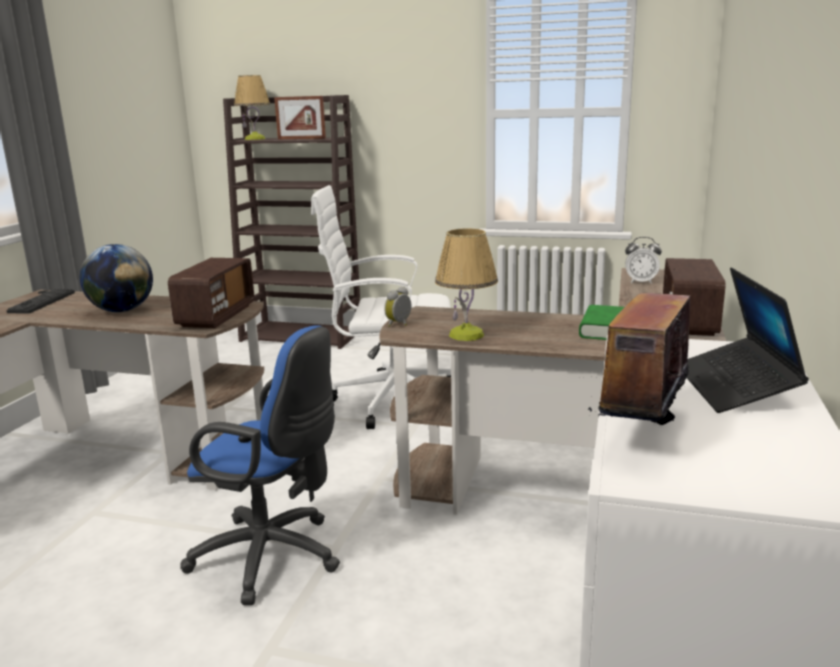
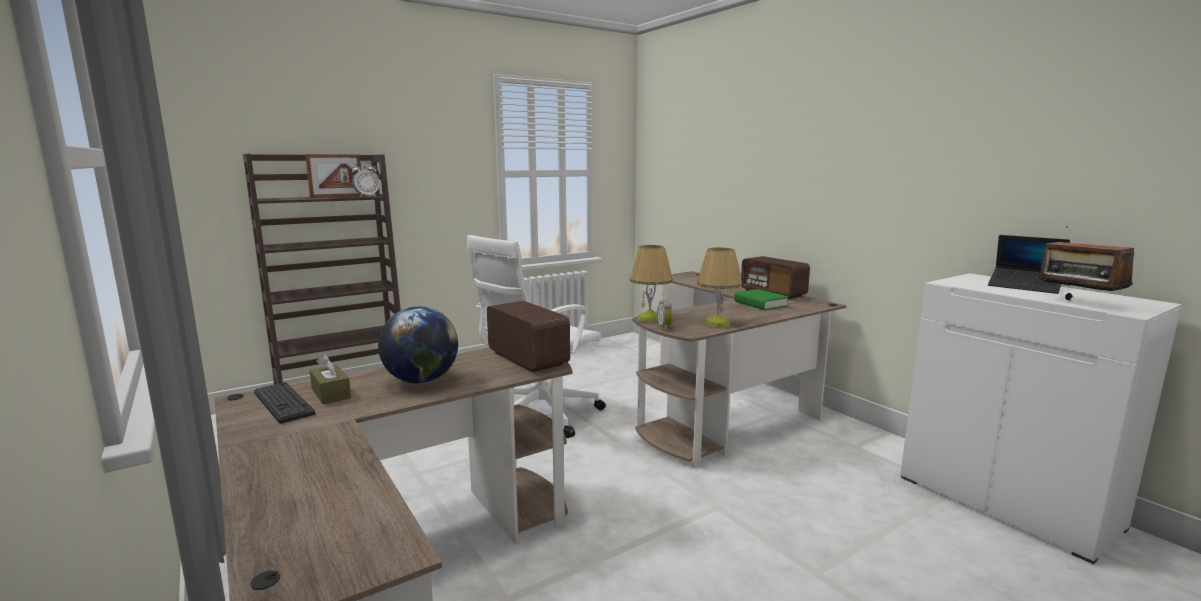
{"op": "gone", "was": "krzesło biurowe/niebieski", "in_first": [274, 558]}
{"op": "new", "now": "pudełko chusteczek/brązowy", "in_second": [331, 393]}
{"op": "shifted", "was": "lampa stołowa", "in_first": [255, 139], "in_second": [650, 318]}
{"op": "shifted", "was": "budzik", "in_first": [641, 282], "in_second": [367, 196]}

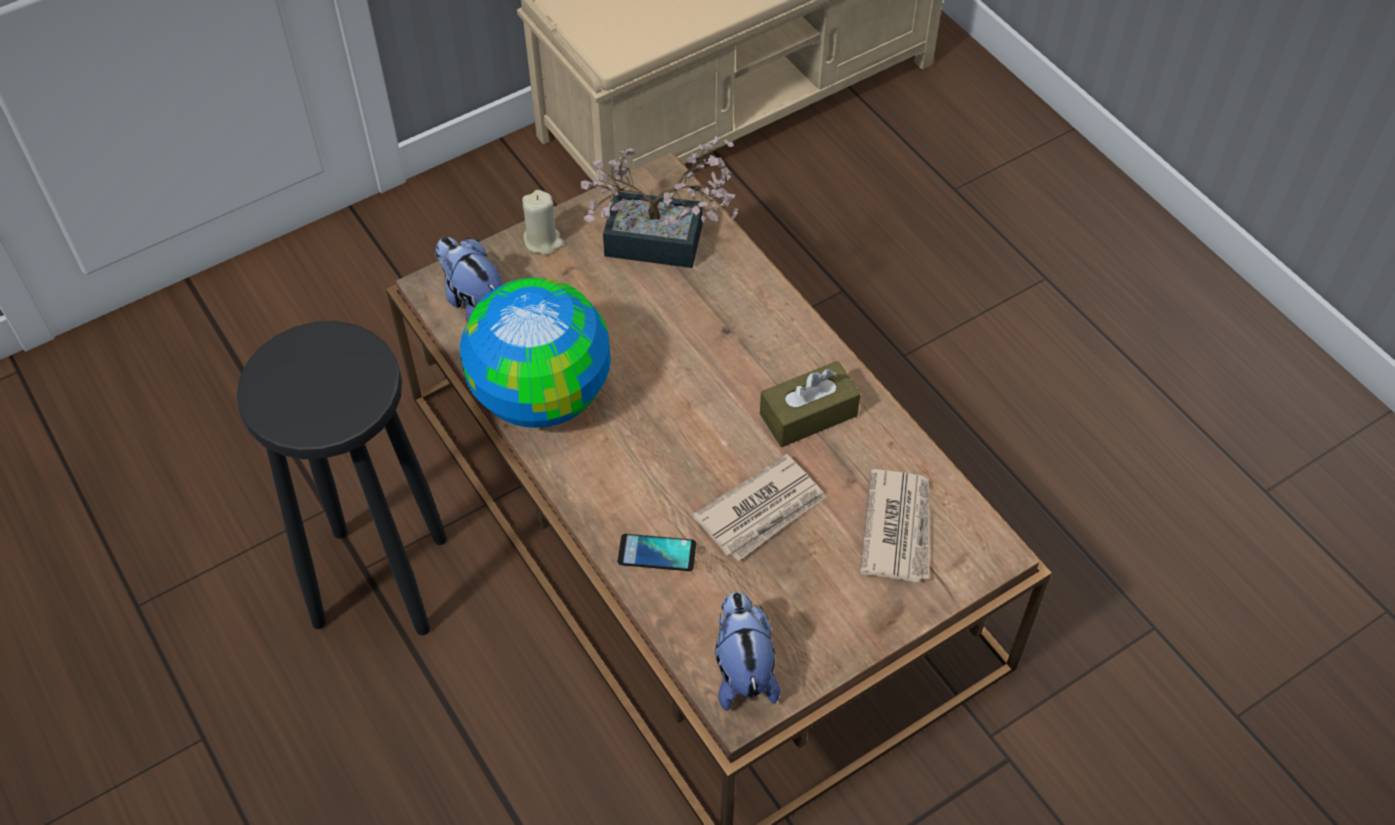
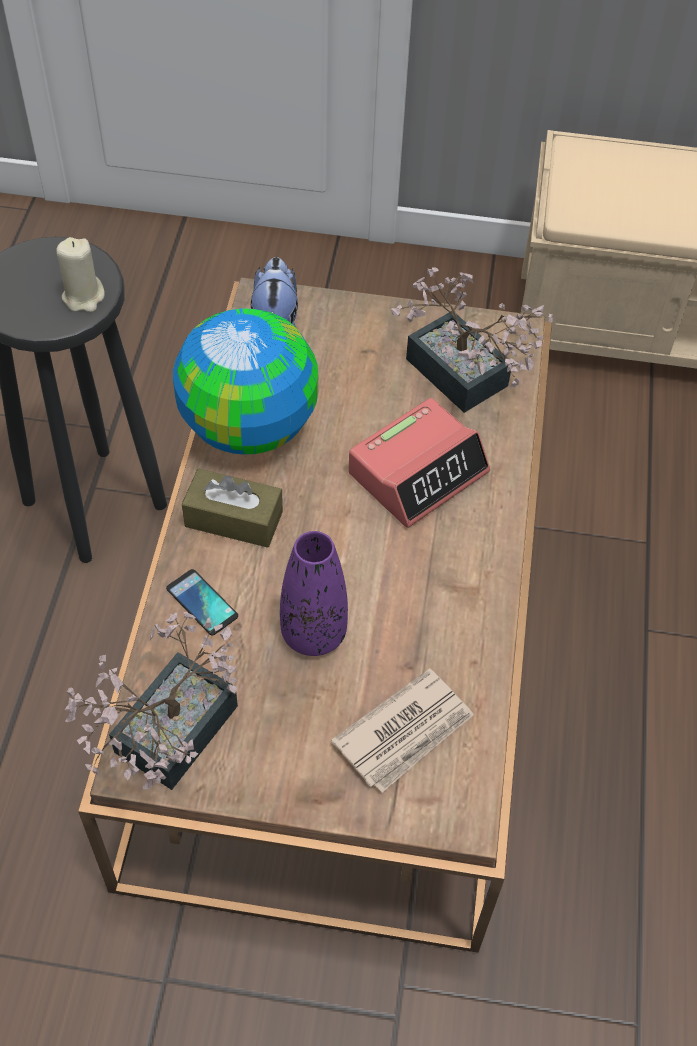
{"op": "new", "now": "budzik", "in_second": [418, 472]}
{"op": "shifted", "was": "świeca/beżowy", "in_first": [543, 241], "in_second": [83, 297]}
{"op": "shifted", "was": "pudełko chusteczek/brązowy", "in_first": [808, 415], "in_second": [234, 519]}
{"op": "swapped", "was": "gazeta", "now": "wazon/fioletowy", "in_first": [762, 511], "in_second": [313, 633]}
{"op": "swapped", "was": "pluszak", "now": "roślina doniczkowa", "in_first": [742, 670], "in_second": [165, 740]}

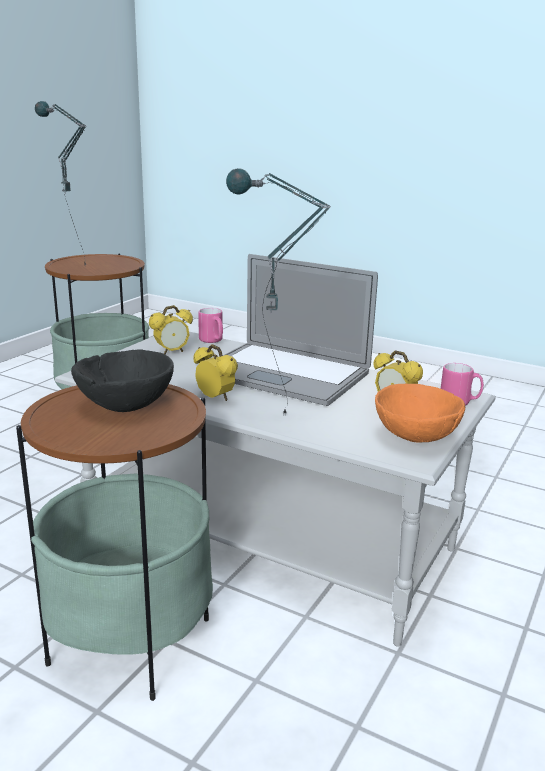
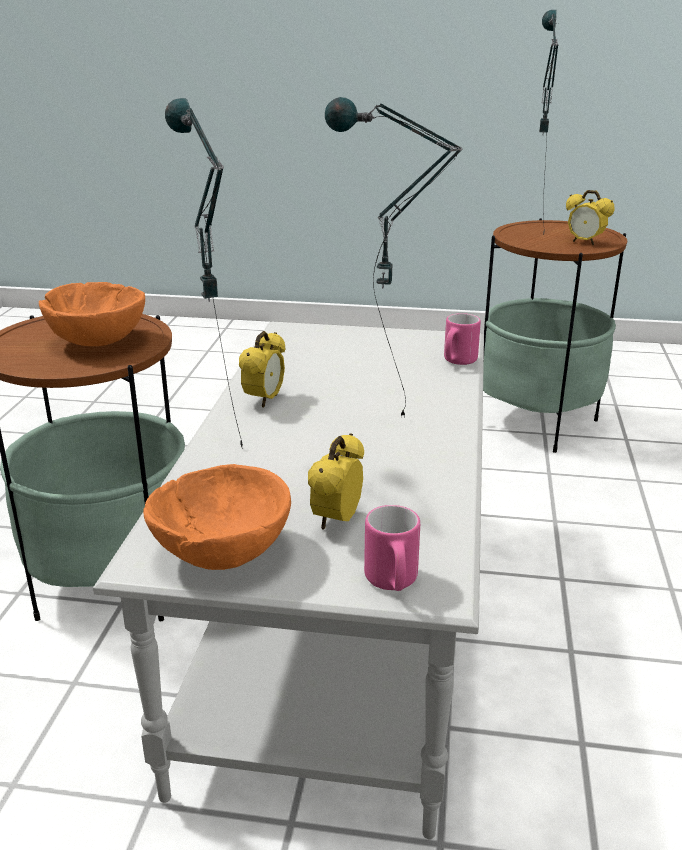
{"op": "shifted", "was": "budzik", "in_first": [172, 352], "in_second": [585, 242]}
{"op": "swapped", "was": "laptop", "now": "lampa stołowa", "in_first": [284, 373], "in_second": [385, 424]}
{"op": "repainted", "was": "miska/czarny", "now": "miska/pomarańczowy", "in_first": [125, 406], "in_second": [96, 341]}

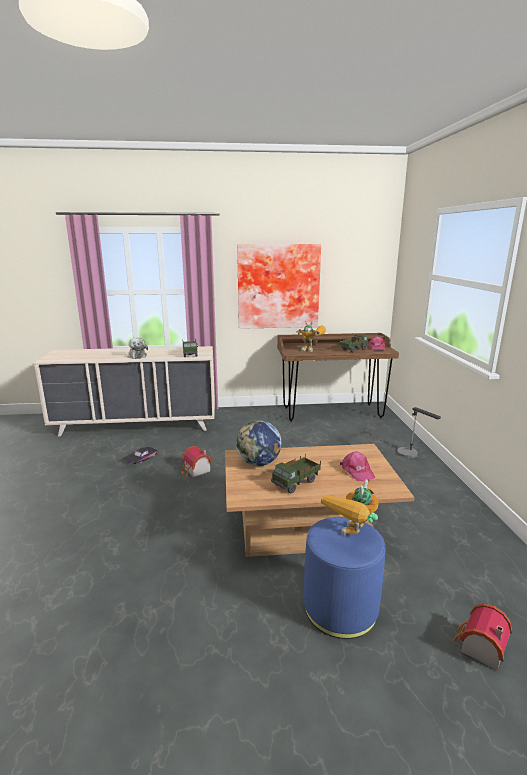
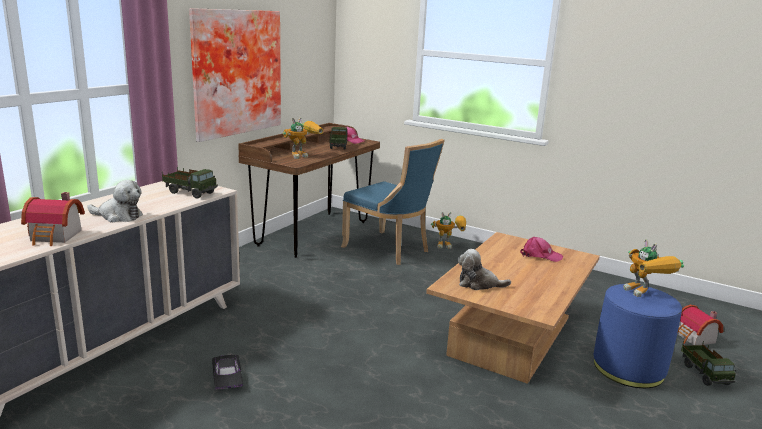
{"op": "new", "now": "krzesło/niebieski", "in_second": [389, 249]}
{"op": "shifted", "was": "domek", "in_first": [196, 471], "in_second": [56, 236]}
{"op": "shifted", "was": "ciężarówka zabawkowa", "in_first": [296, 483], "in_second": [704, 374]}
{"op": "swapped", "was": "globus", "now": "pluszak", "in_first": [258, 463], "in_second": [478, 284]}
{"op": "swapped", "was": "lampa stołowa", "now": "robot zabawkowy", "in_first": [411, 456], "in_second": [449, 246]}

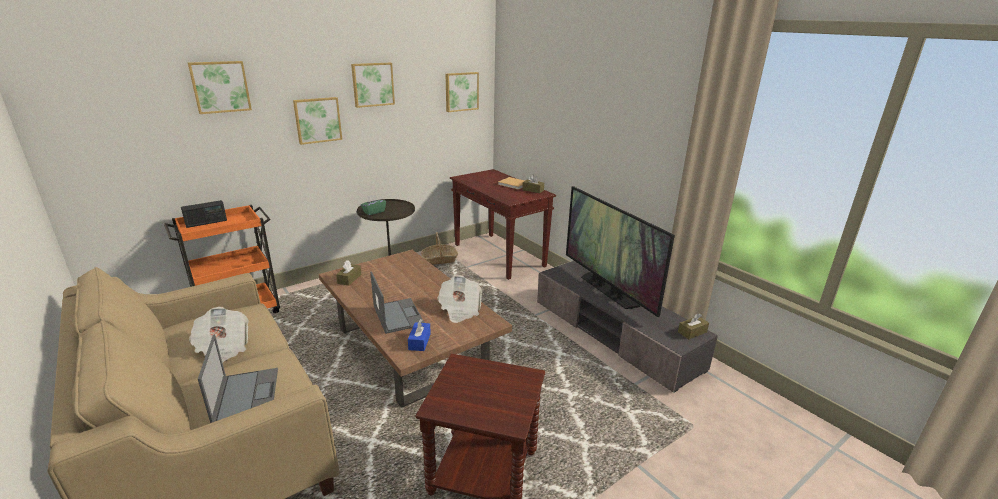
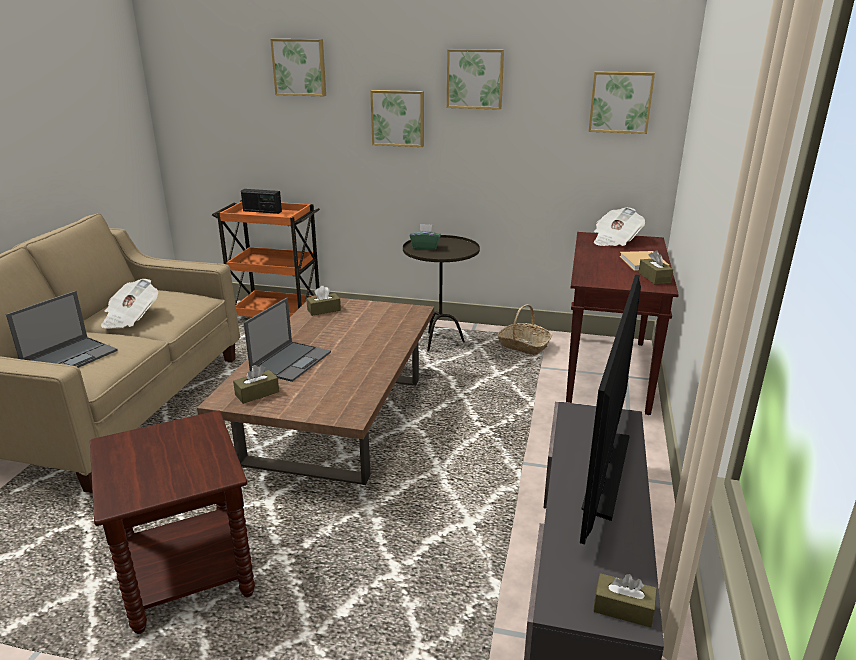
{"op": "shifted", "was": "gazeta", "in_first": [460, 310], "in_second": [615, 240]}
{"op": "repainted", "was": "pudełko chusteczek/niebieski", "now": "pudełko chusteczek/brązowy", "in_first": [419, 341], "in_second": [257, 393]}

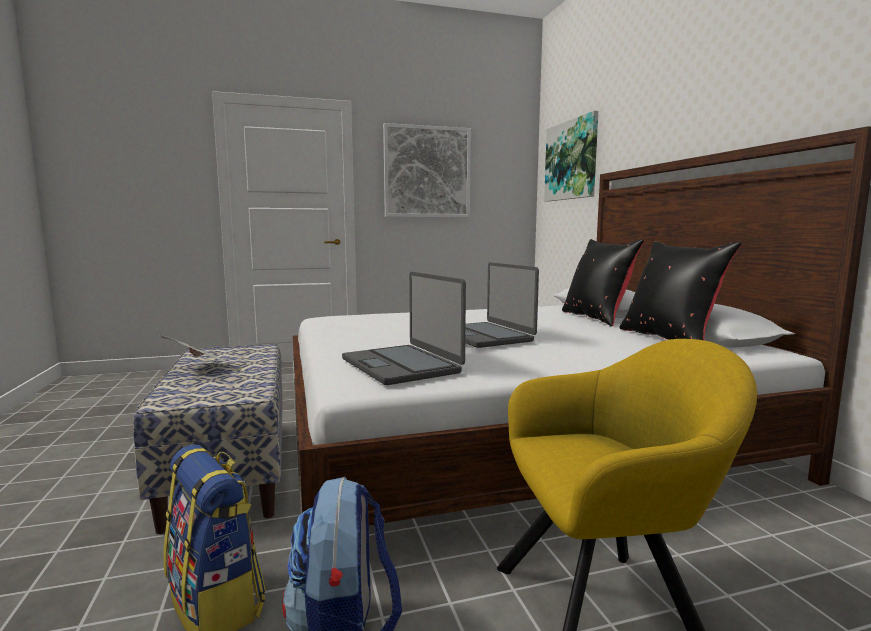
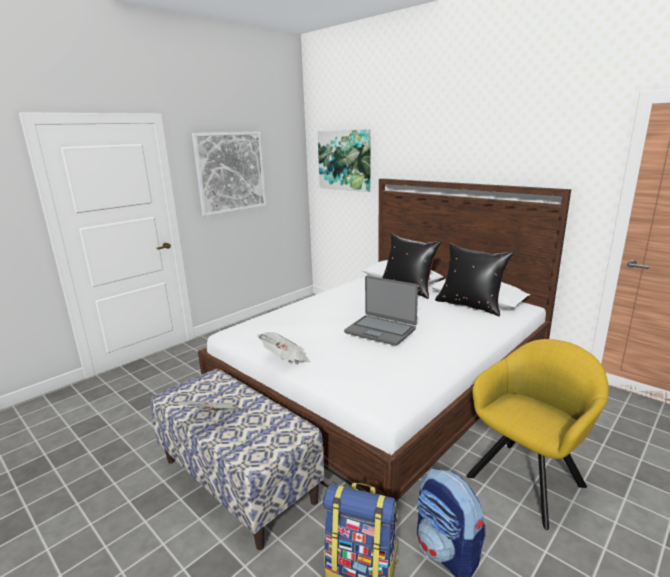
{"op": "gone", "was": "laptop", "in_first": [402, 365]}
{"op": "new", "now": "gazeta", "in_second": [285, 359]}

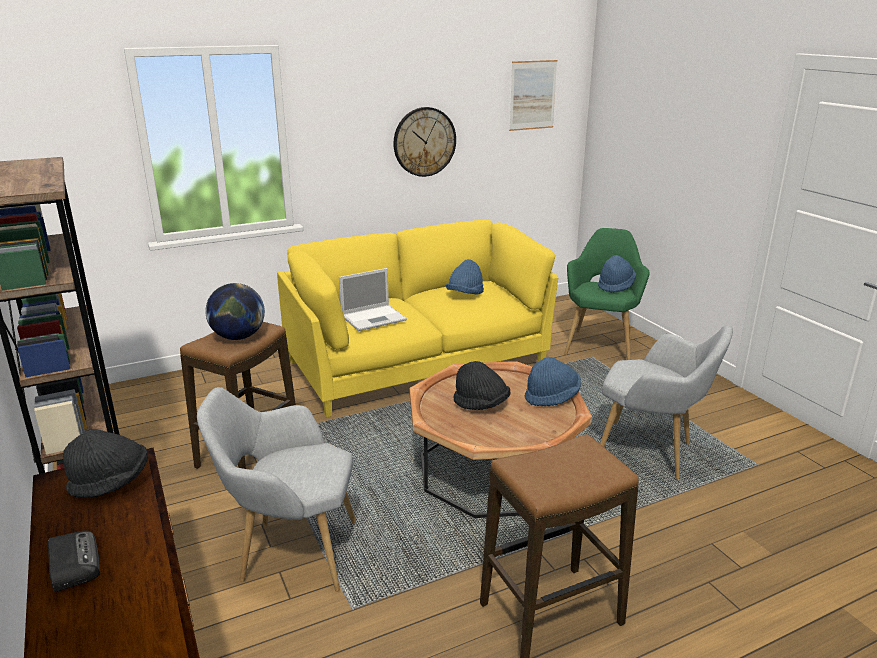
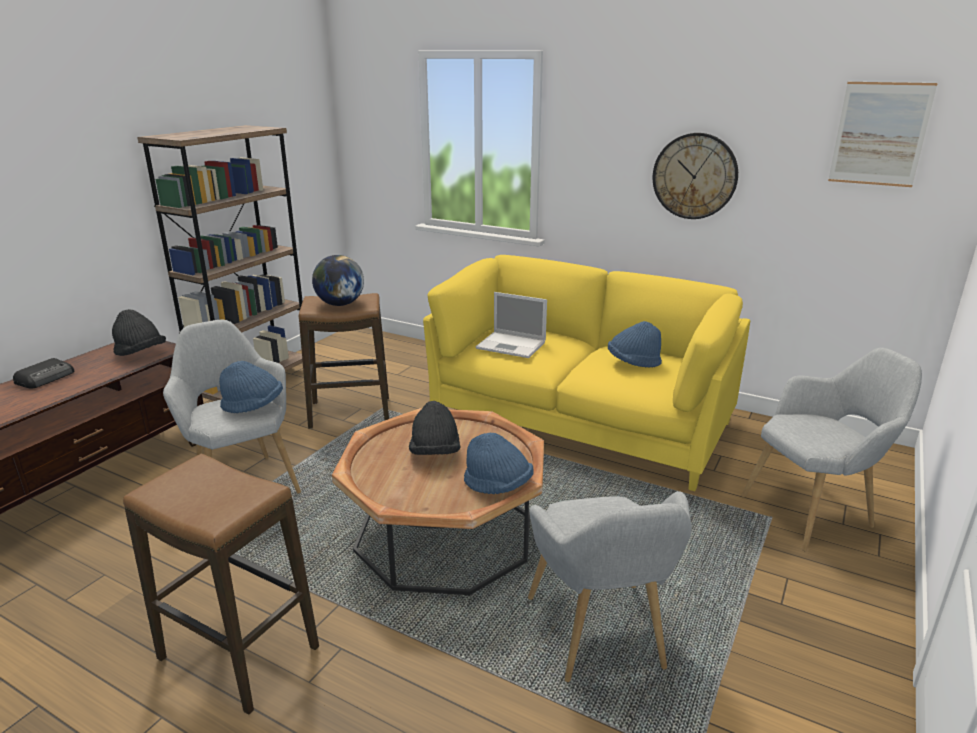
{"op": "shifted", "was": "kapelusz/niebieski", "in_first": [615, 286], "in_second": [253, 406]}
{"op": "repainted", "was": "fotel/zielony", "now": "fotel/szary", "in_first": [600, 344], "in_second": [815, 512]}

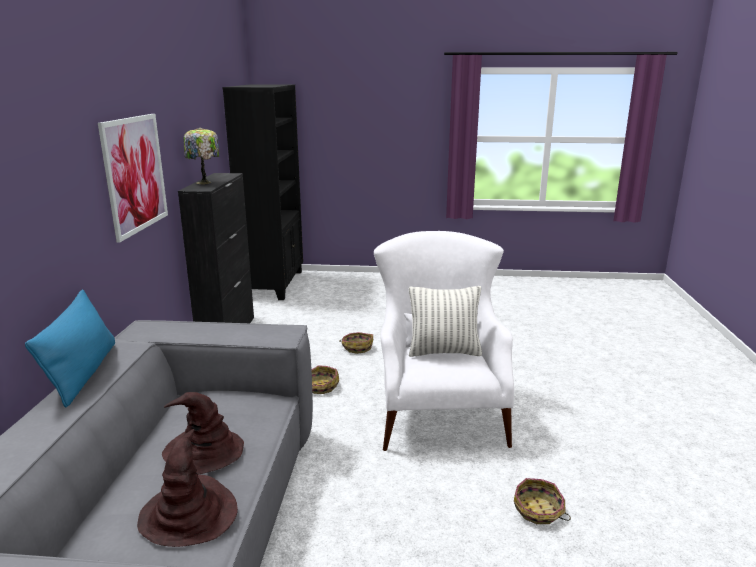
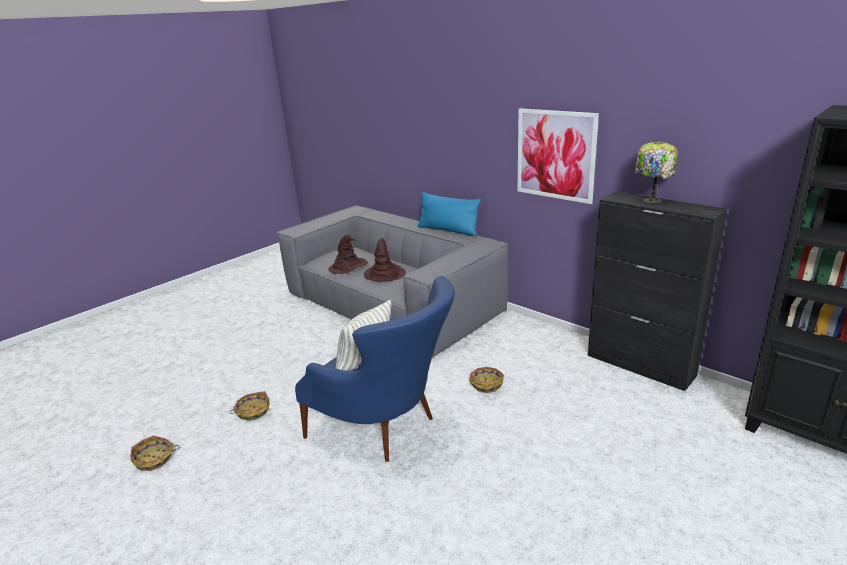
{"op": "shifted", "was": "koszyk", "in_first": [357, 347], "in_second": [154, 459]}
{"op": "repainted", "was": "fotel/biały", "now": "fotel/niebieski", "in_first": [438, 409], "in_second": [387, 428]}

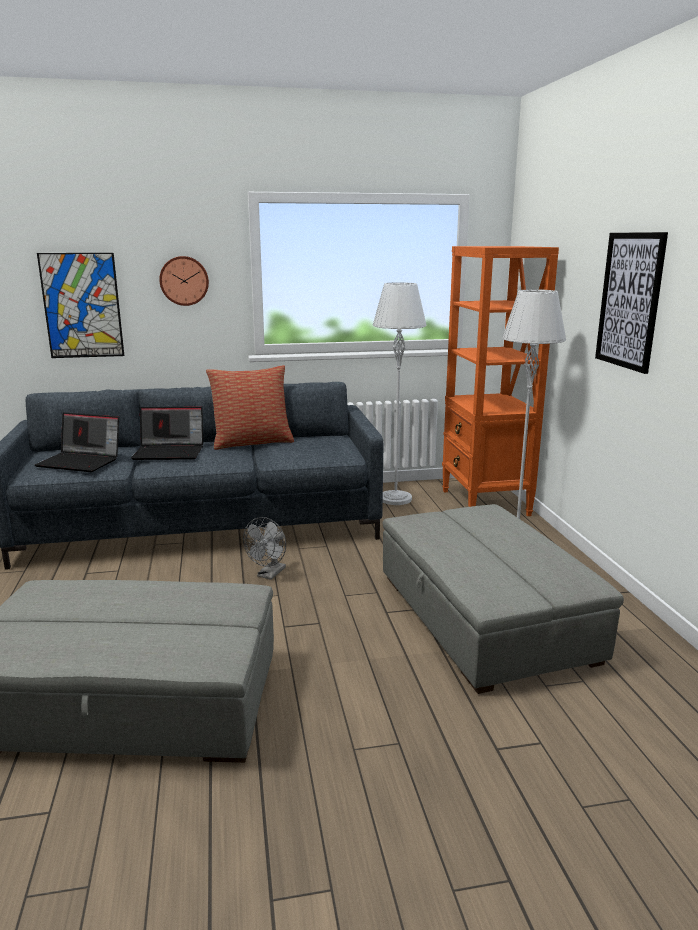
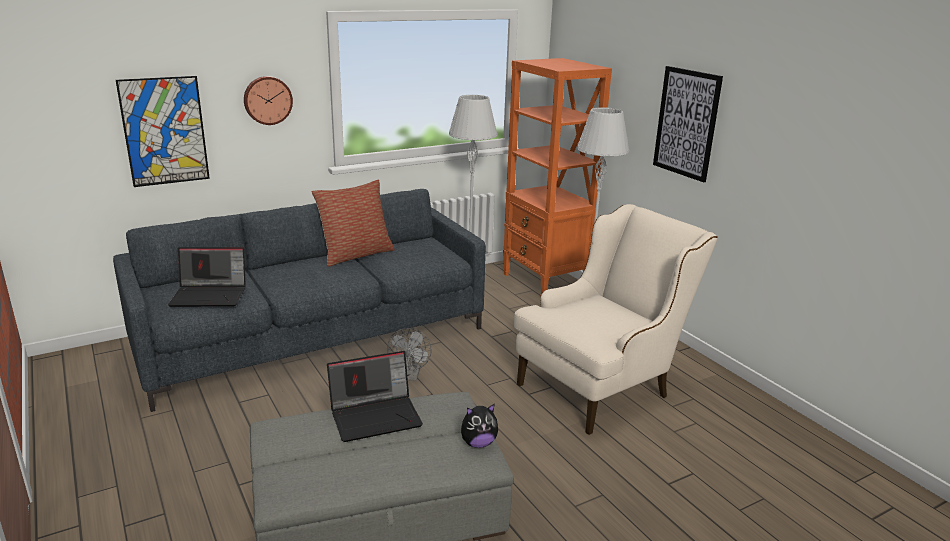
{"op": "new", "now": "pluszak", "in_second": [478, 443]}
{"op": "shifted", "was": "laptop", "in_first": [170, 452], "in_second": [376, 416]}
{"op": "swapped", "was": "pufa/szary", "now": "fotel/beżowy", "in_first": [483, 617], "in_second": [602, 385]}

